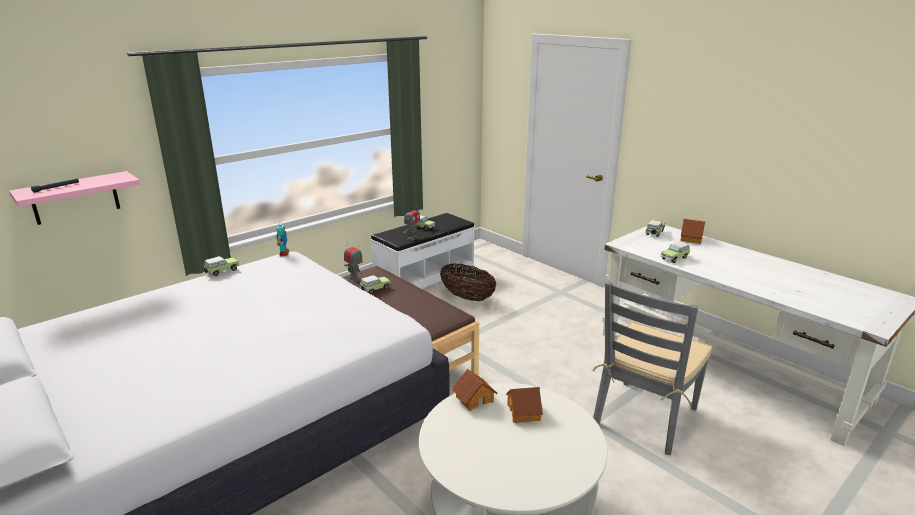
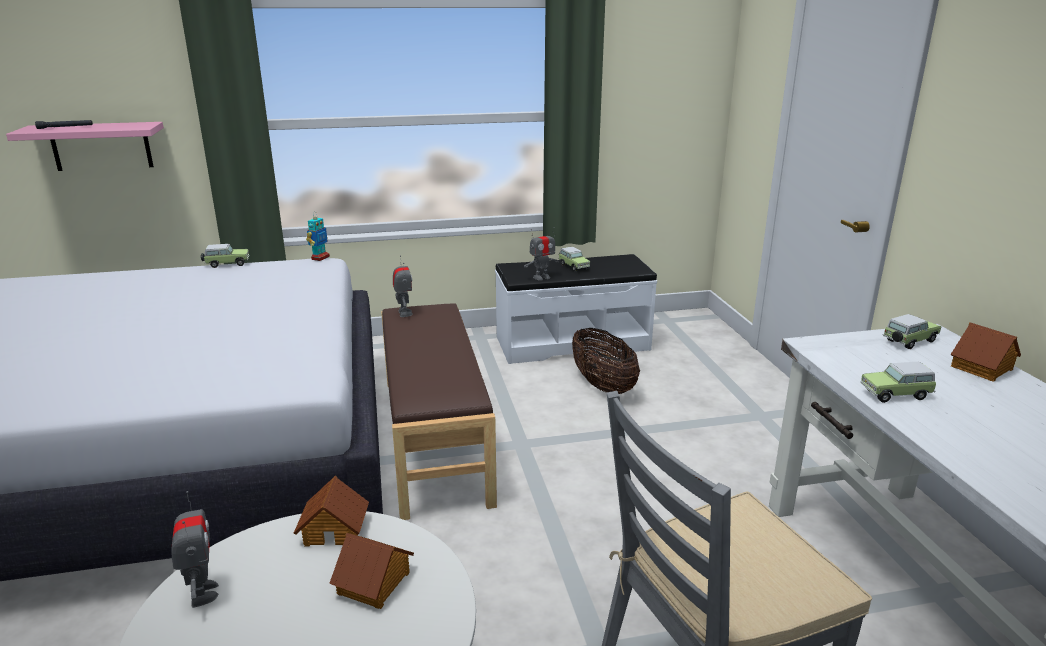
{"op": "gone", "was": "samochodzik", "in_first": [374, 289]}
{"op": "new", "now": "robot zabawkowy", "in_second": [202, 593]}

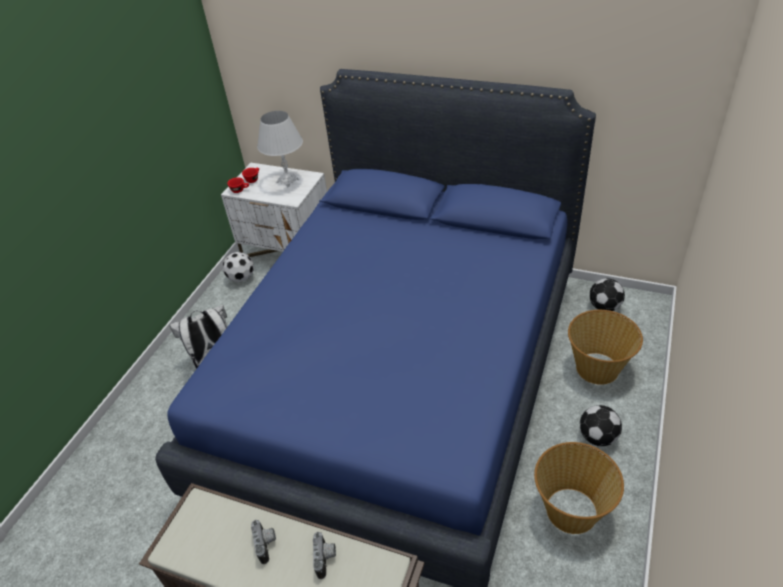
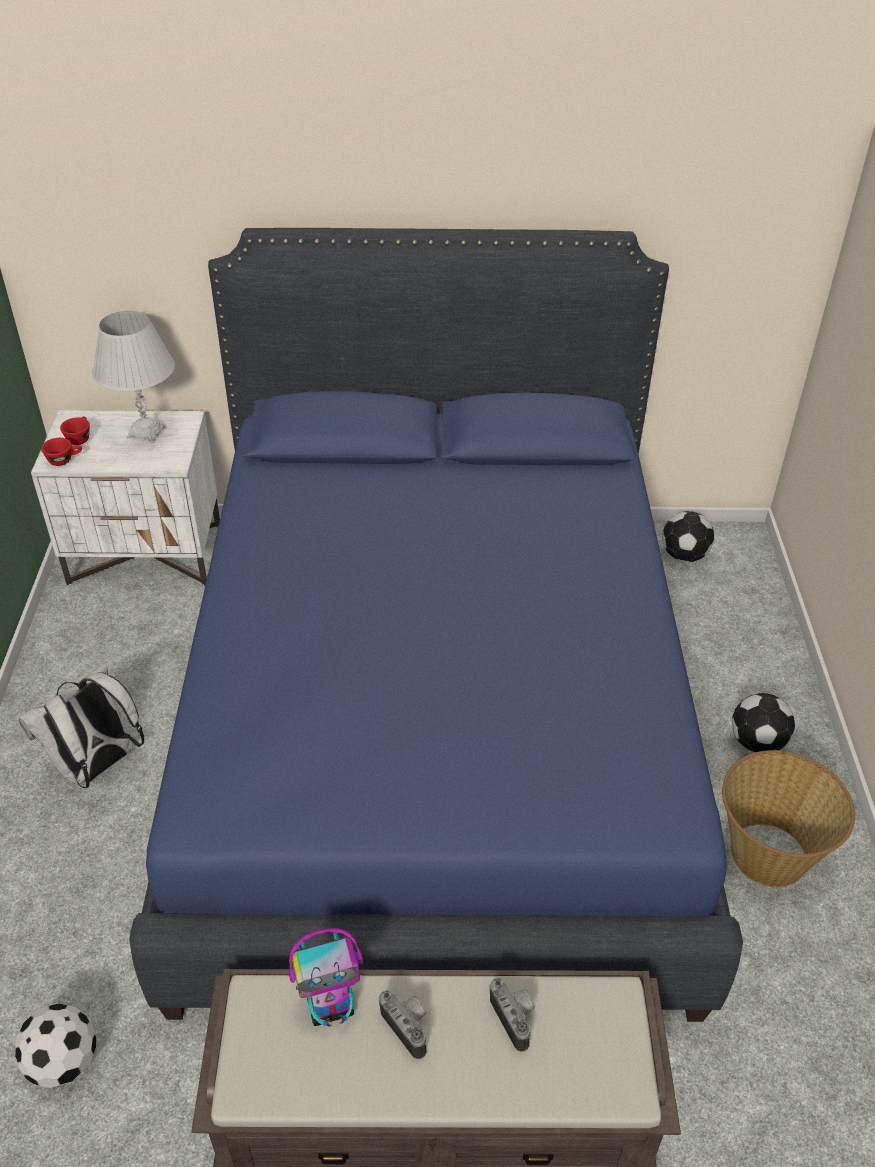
{"op": "gone", "was": "koszyk", "in_first": [598, 368]}
{"op": "new", "now": "robot zabawkowy", "in_second": [331, 1006]}
{"op": "shifted", "was": "piłka futbolowa", "in_first": [241, 277], "in_second": [64, 1061]}

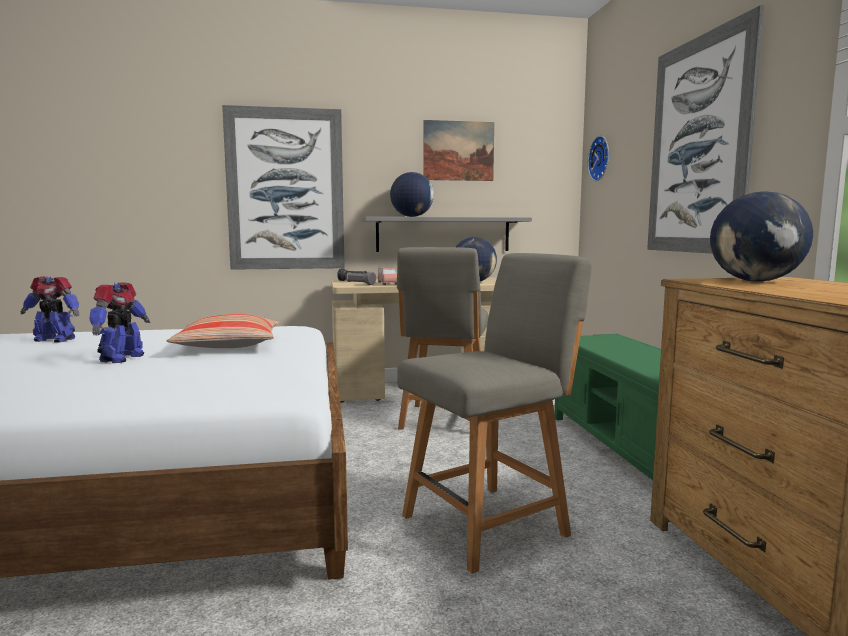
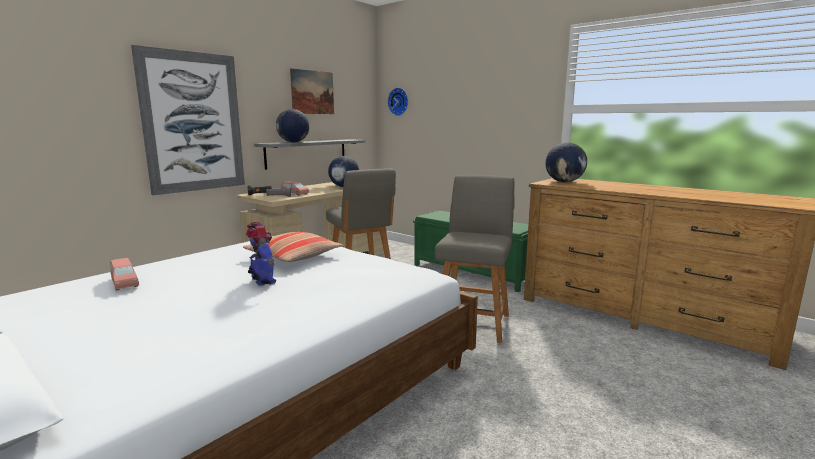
{"op": "gone", "was": "obraz", "in_first": [698, 146]}
{"op": "swapped", "was": "robot zabawkowy", "now": "samochodzik/różowy", "in_first": [55, 339], "in_second": [124, 283]}

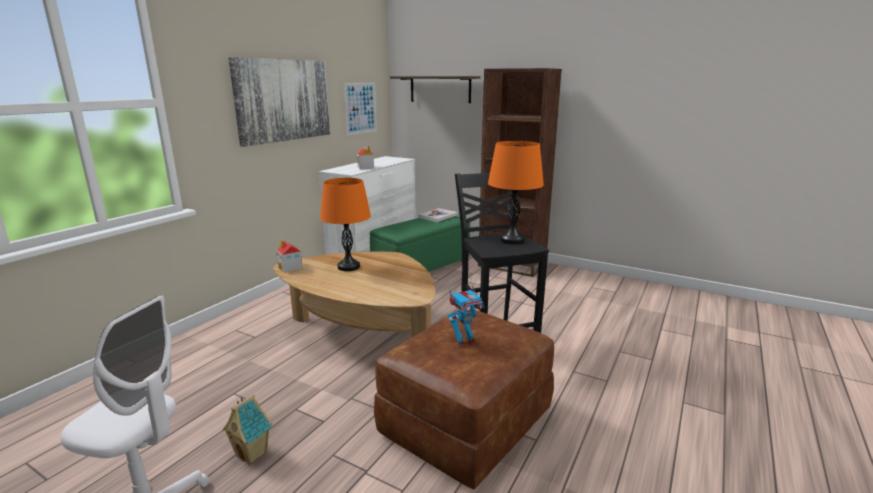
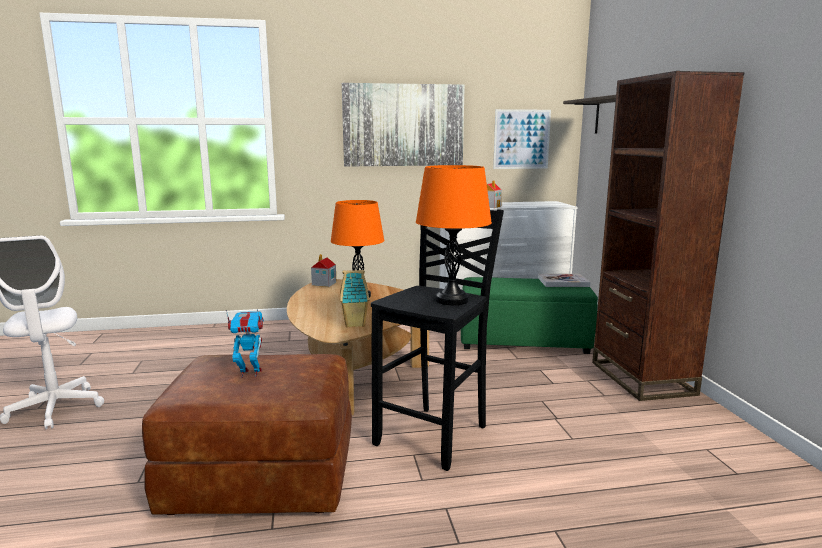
{"op": "shifted", "was": "domek", "in_first": [252, 453], "in_second": [355, 324]}
{"op": "rotated", "was": "robot zabawkowy", "in_first": [464, 342], "in_second": [250, 373], "clockwise": 150}

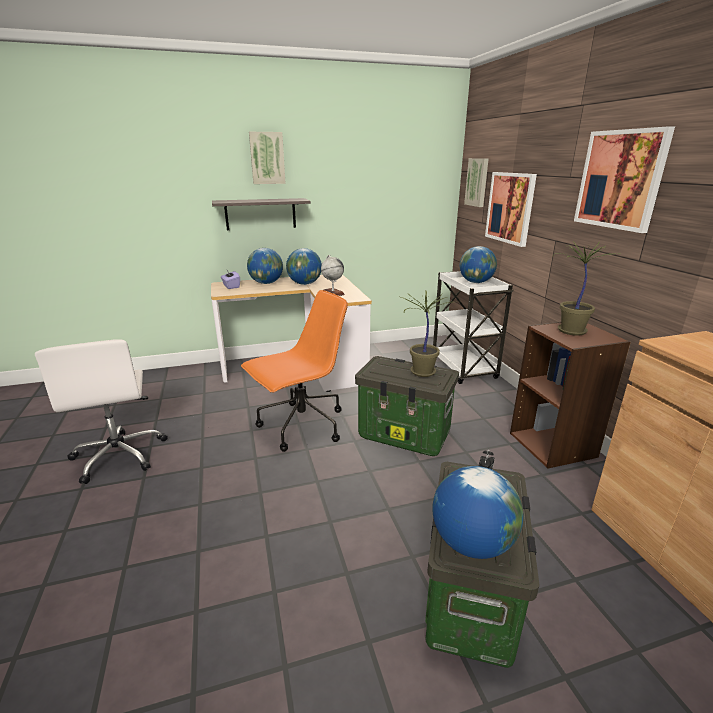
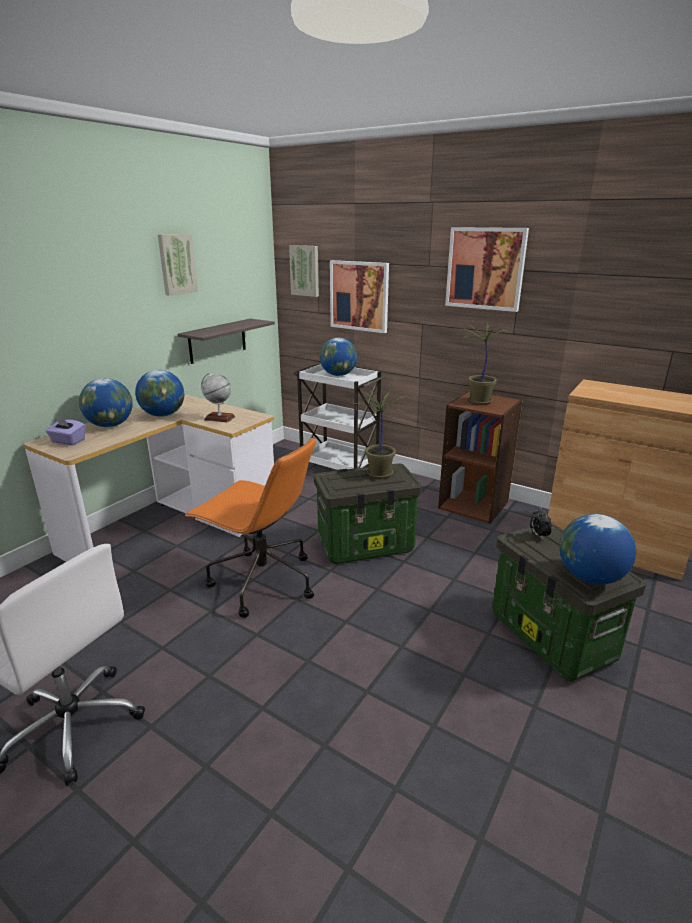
{"op": "shifted", "was": "półka", "in_first": [260, 214], "in_second": [217, 341]}
{"op": "shifted", "was": "obraz", "in_first": [267, 158], "in_second": [176, 264]}
{"op": "rotated", "was": "krzesło biurowe/pomarańczowy", "in_first": [301, 426], "in_second": [261, 581], "clockwise": 105}

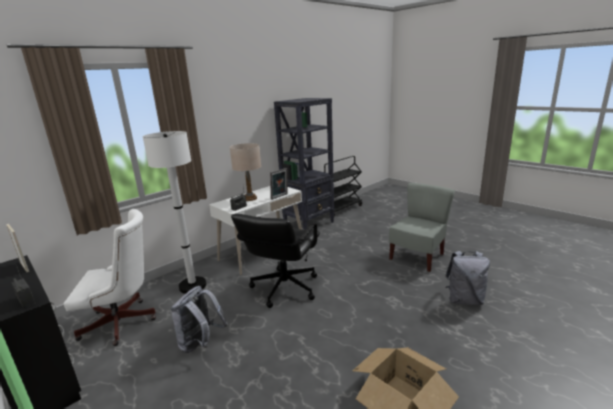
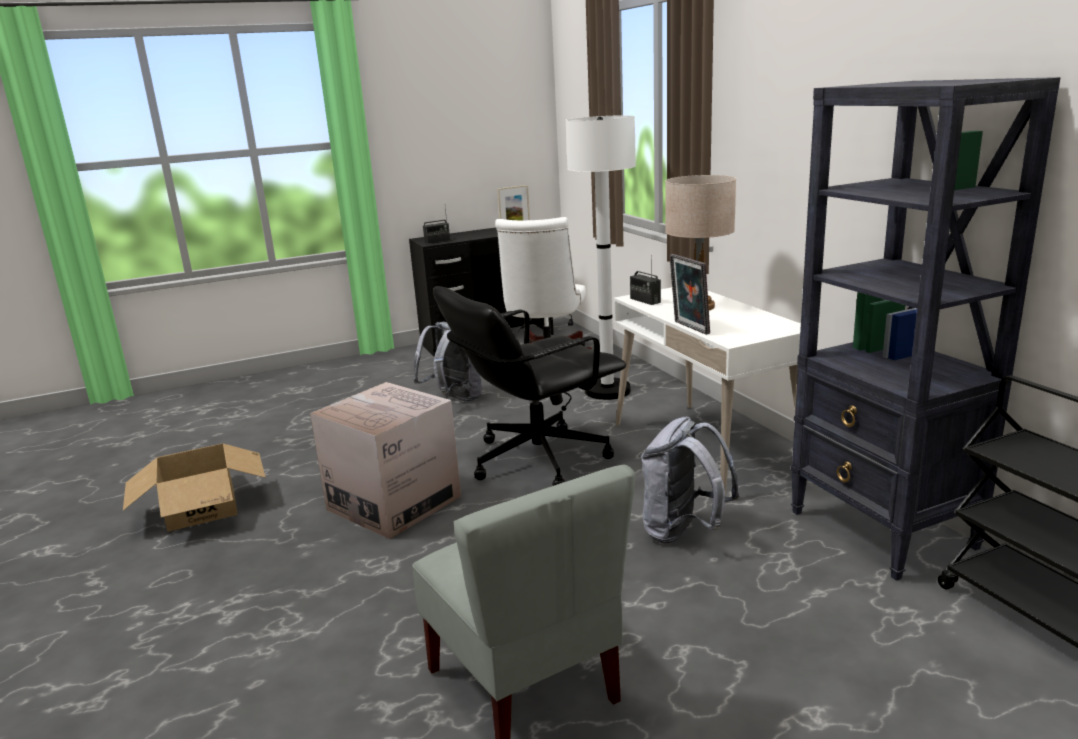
{"op": "new", "now": "karton", "in_second": [394, 503]}
{"op": "shifted", "was": "plecak/szary", "in_first": [464, 300], "in_second": [683, 532]}
{"op": "rotated", "was": "krzesło biurowe/czarny", "in_first": [284, 288], "in_second": [536, 459], "clockwise": -75}

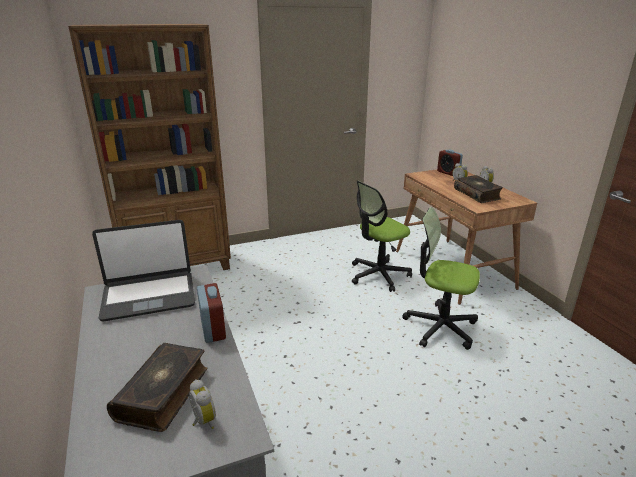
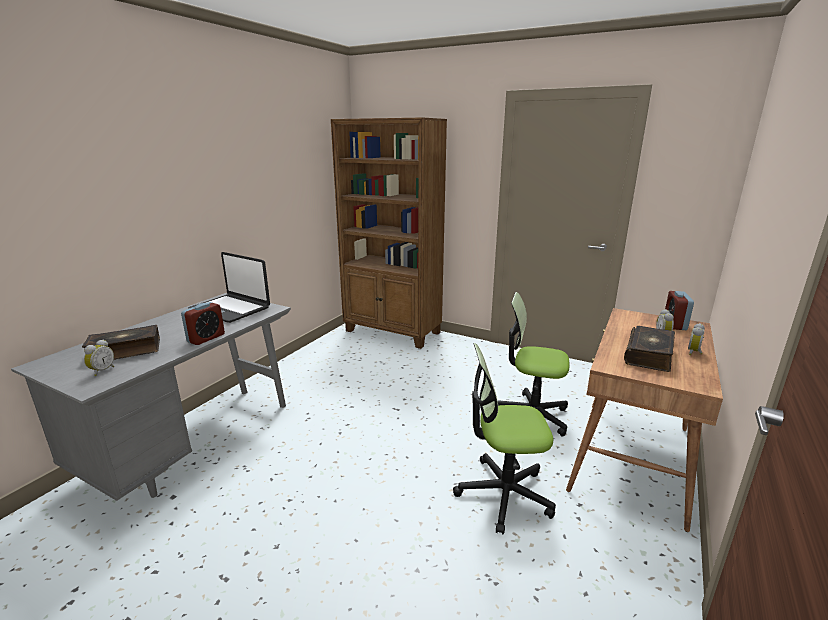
{"op": "rotated", "was": "krzesło biurowe", "in_first": [440, 327], "in_second": [503, 494], "clockwise": -75}

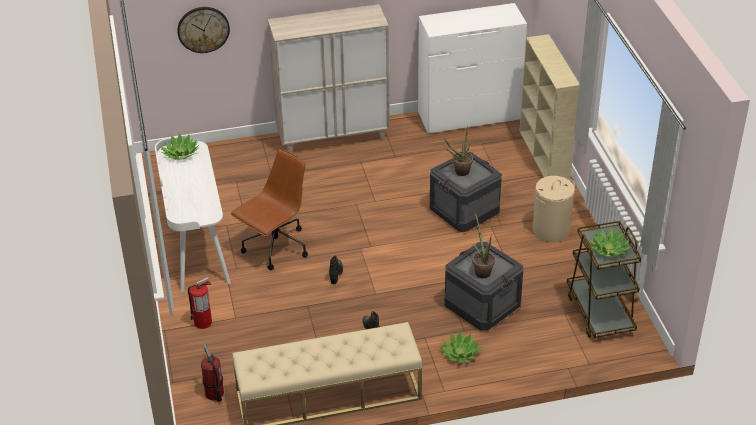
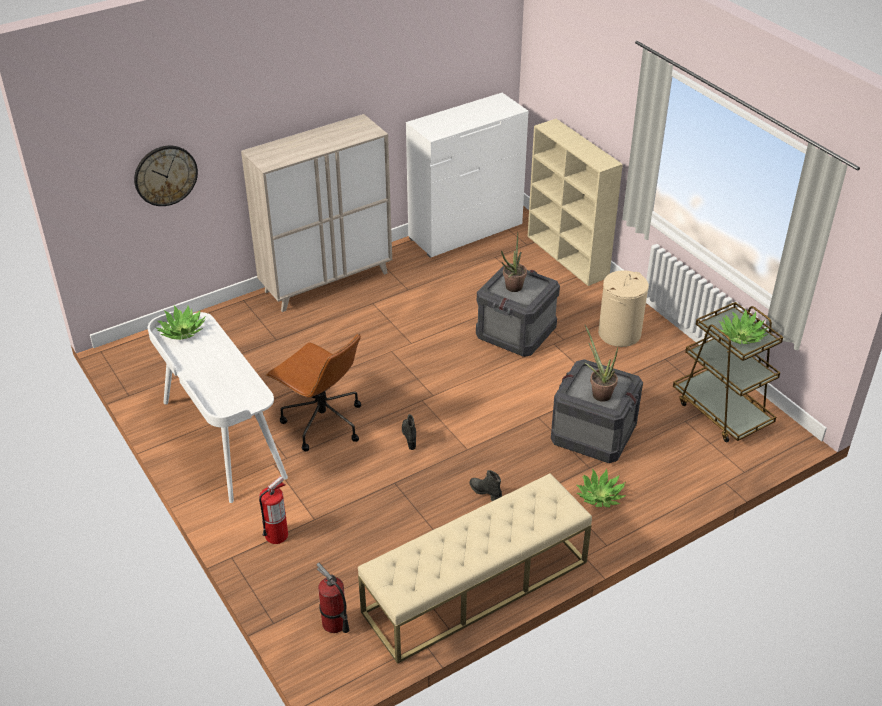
{"op": "rotated", "was": "krzesło biurowe/brązowy", "in_first": [275, 248], "in_second": [322, 423], "clockwise": 105}

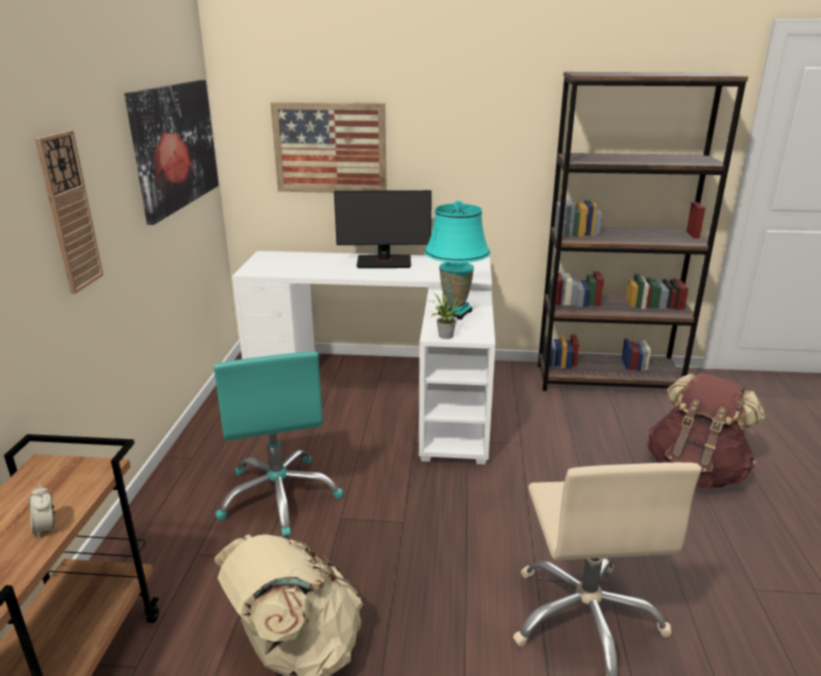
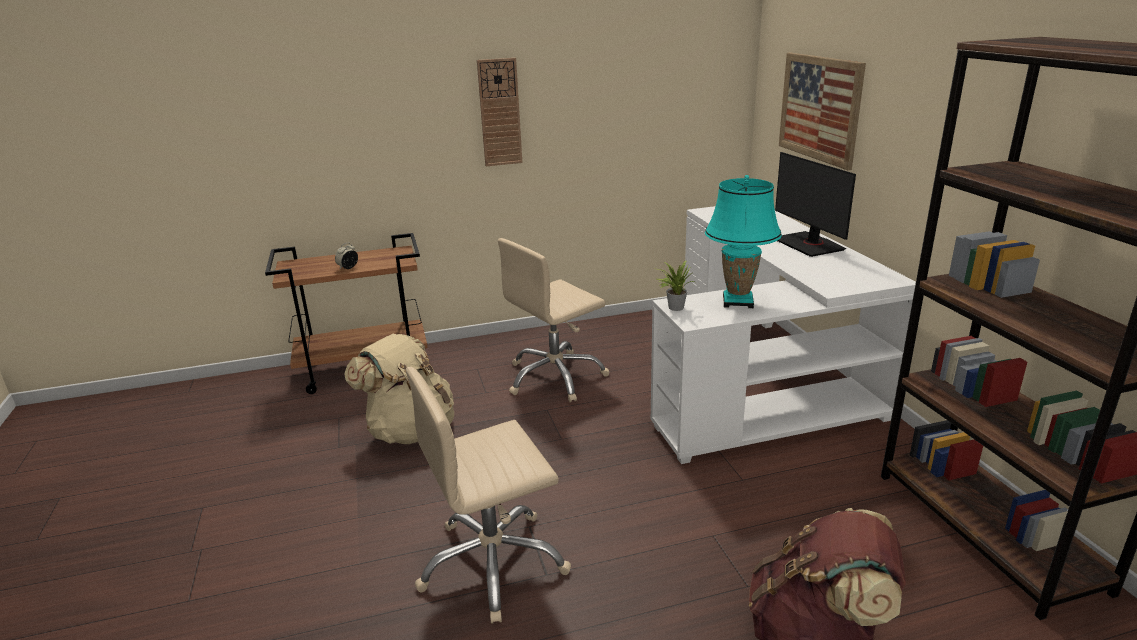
{"op": "gone", "was": "obraz", "in_first": [175, 146]}
{"op": "repainted", "was": "krzesło biurowe/turkusowy", "now": "krzesło biurowe/beżowy", "in_first": [280, 496], "in_second": [555, 377]}

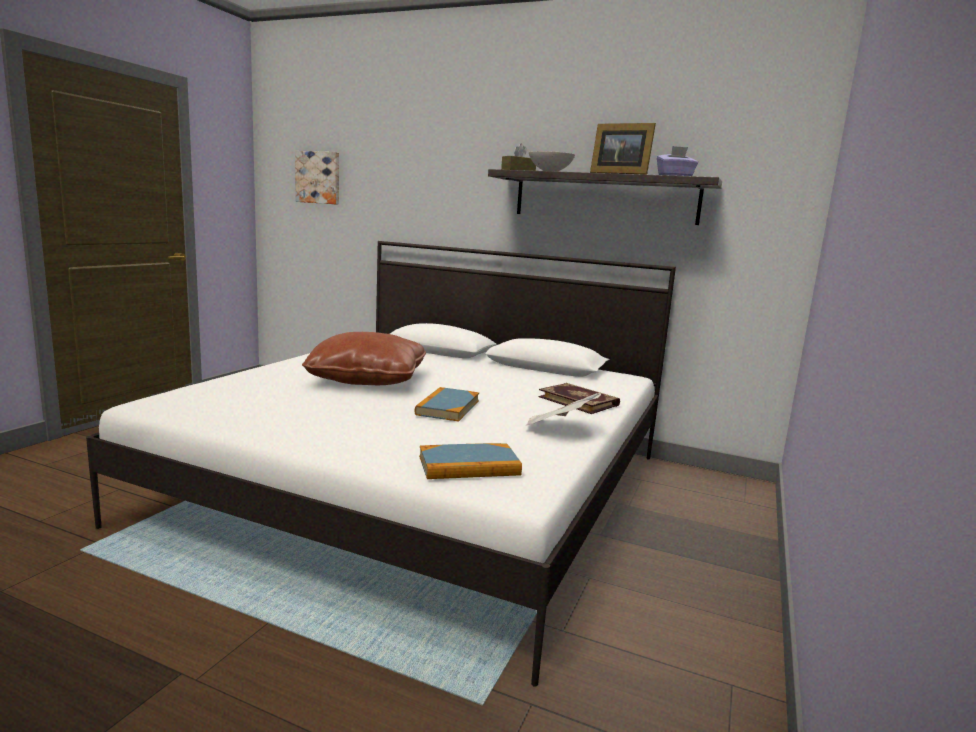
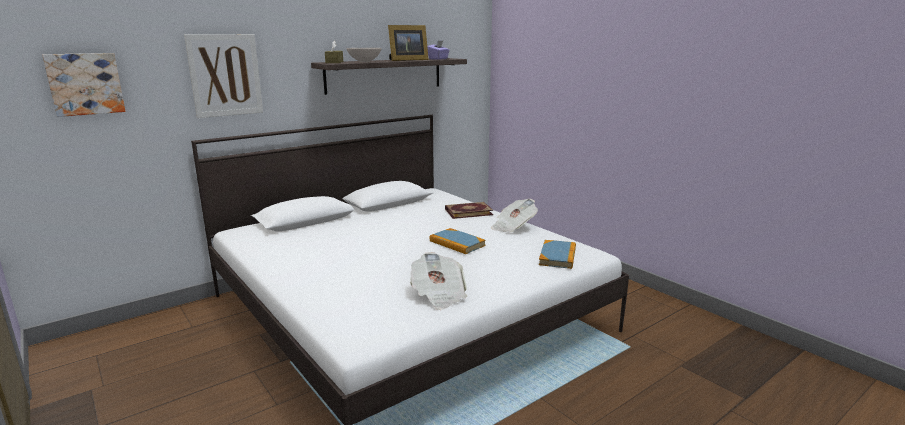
{"op": "gone", "was": "poduszka/brązowy", "in_first": [367, 379]}
{"op": "new", "now": "obraz", "in_second": [225, 75]}
{"op": "new", "now": "gazeta", "in_second": [438, 295]}

